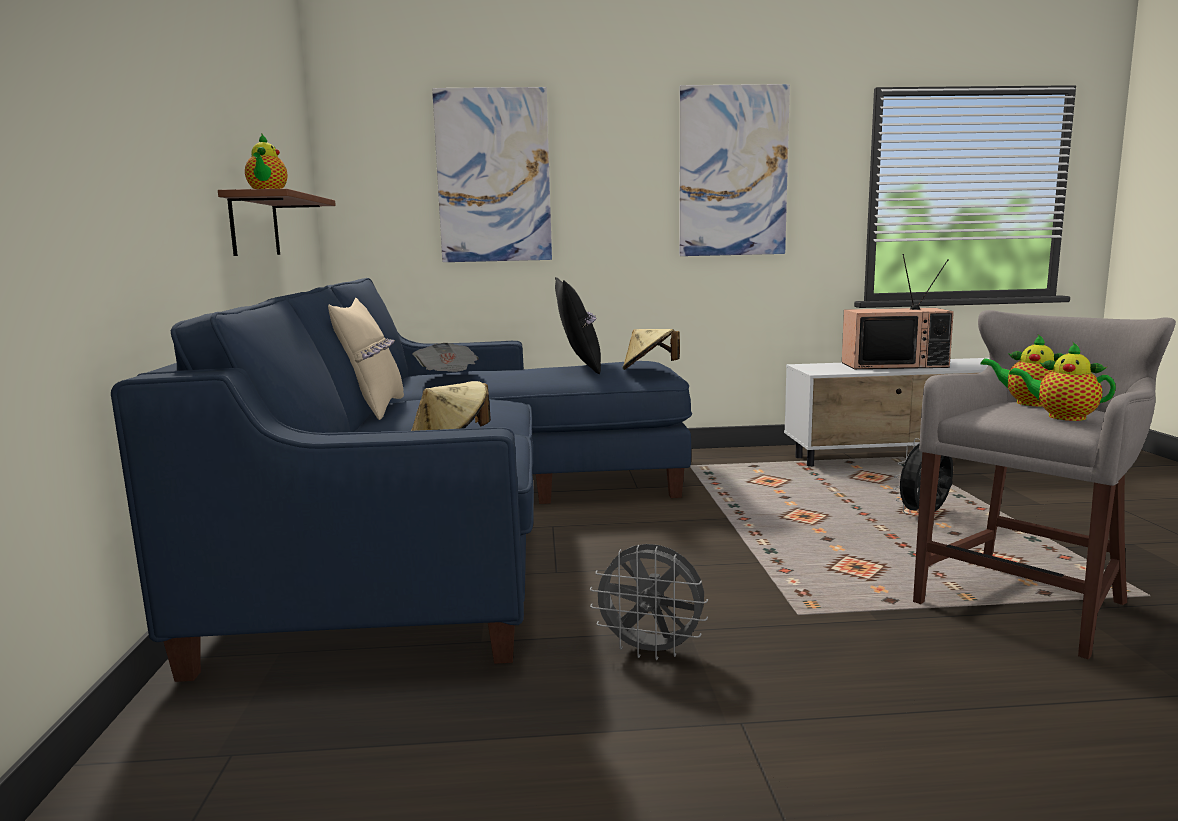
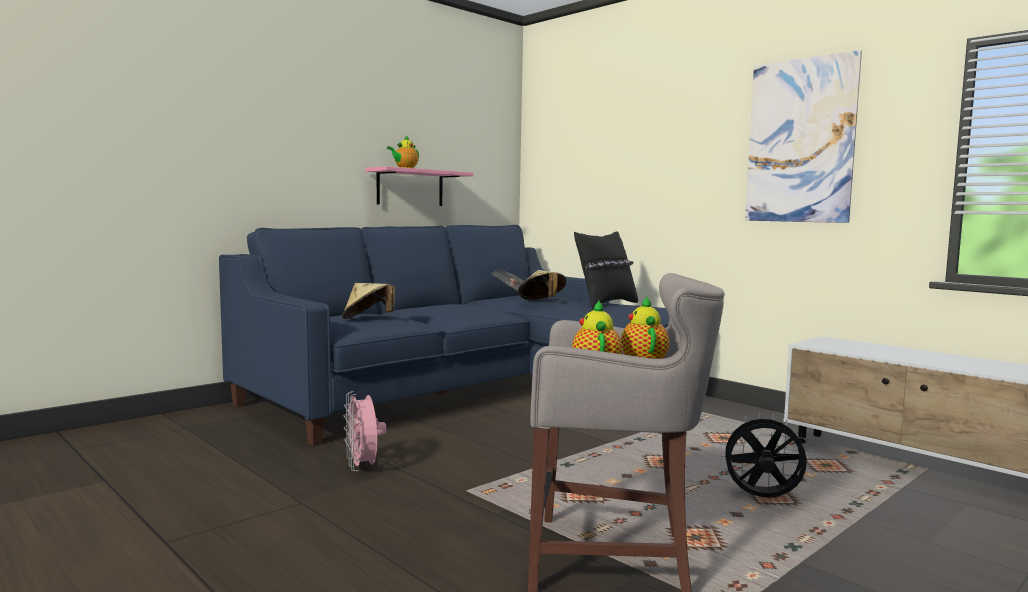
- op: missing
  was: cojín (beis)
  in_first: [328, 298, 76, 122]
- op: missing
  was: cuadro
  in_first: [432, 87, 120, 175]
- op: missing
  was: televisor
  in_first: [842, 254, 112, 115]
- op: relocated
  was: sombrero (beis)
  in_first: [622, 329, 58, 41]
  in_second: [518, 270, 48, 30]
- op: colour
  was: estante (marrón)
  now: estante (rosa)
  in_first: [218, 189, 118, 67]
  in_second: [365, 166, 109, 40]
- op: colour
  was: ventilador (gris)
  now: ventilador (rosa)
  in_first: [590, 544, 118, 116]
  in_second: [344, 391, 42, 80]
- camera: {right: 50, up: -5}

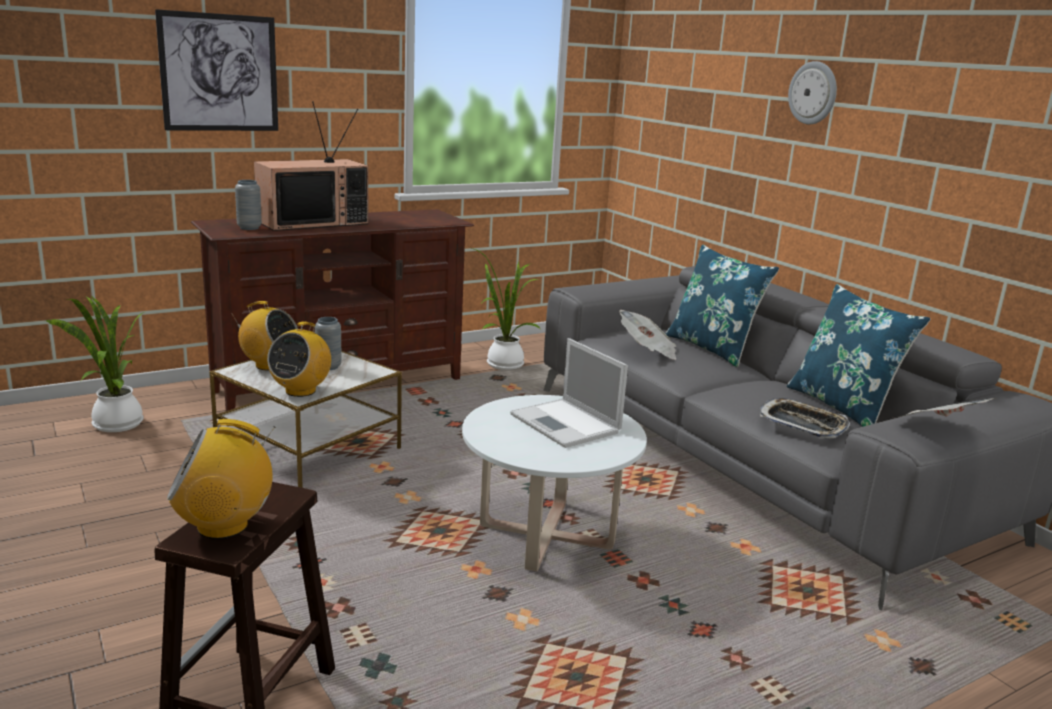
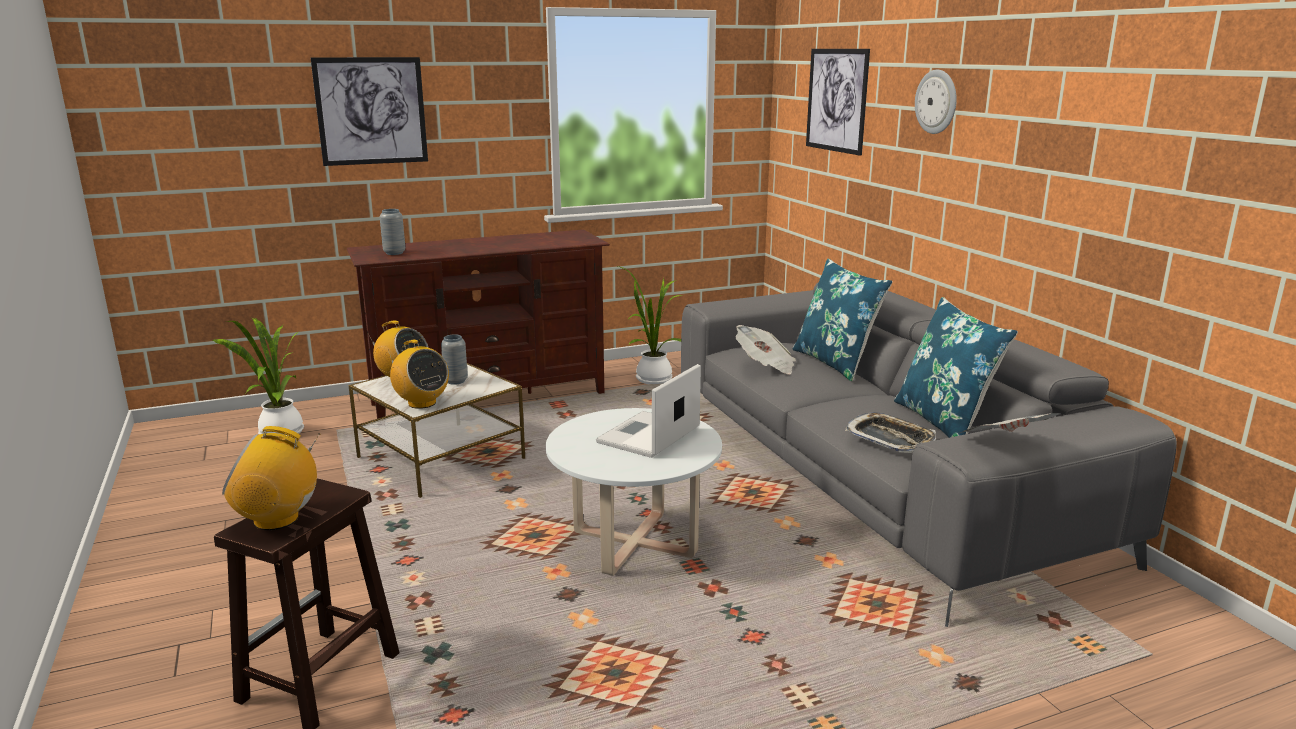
- op: missing
  was: televisor
  in_first: [254, 101, 114, 130]
- op: appeared
  now: cuadro
  in_second: [806, 49, 64, 107]
- op: spun
  was: radio
  in_first: [267, 321, 64, 76]
  in_second: [389, 340, 60, 69]
  clockwise: -75
- op: spun
  was: portátil
  in_first: [510, 338, 118, 110]
  in_second: [596, 364, 105, 94]
  clockwise: 60
- camera: {right: 10, up: 0}

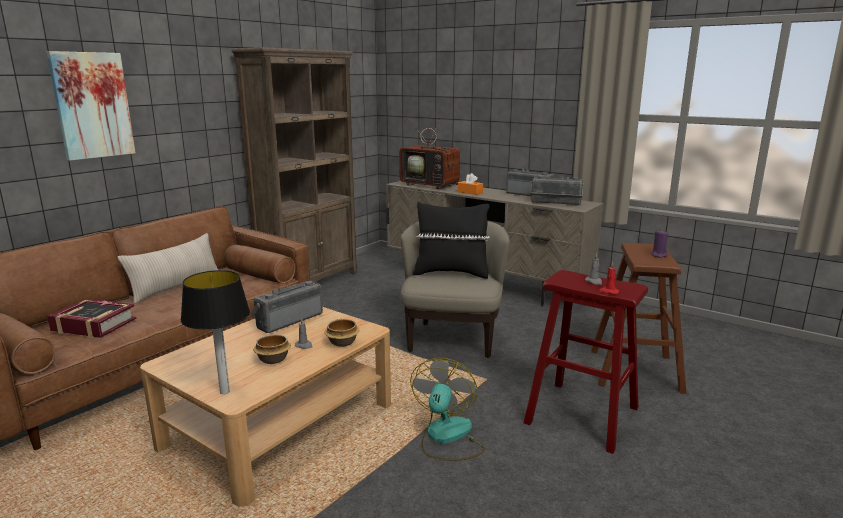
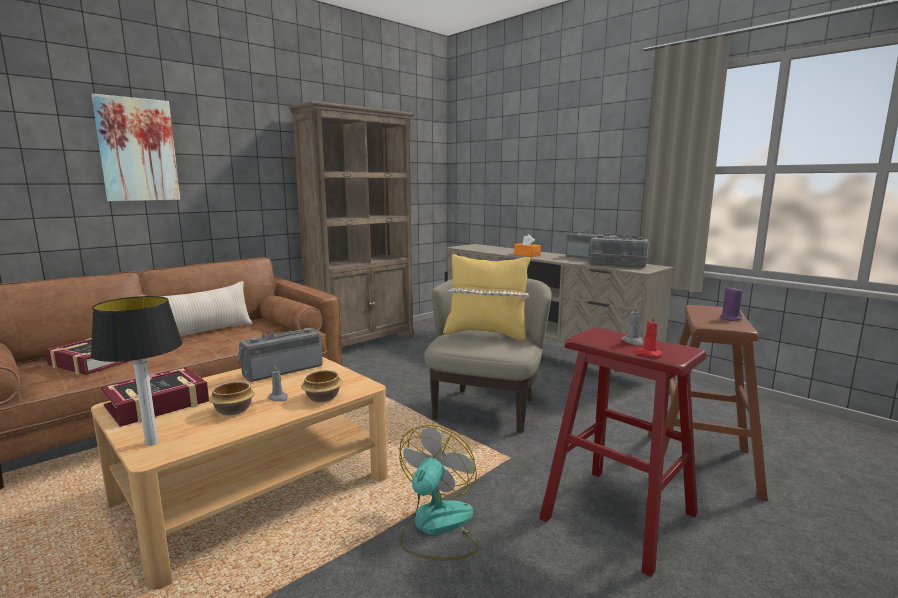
- op: missing
  was: televisor
  in_first: [399, 114, 61, 75]
- op: appeared
  now: libro
  in_second: [101, 367, 108, 60]
- op: colour
  was: cojín (negro)
  now: cojín (amarillo)
  in_first: [413, 202, 77, 77]
  in_second: [443, 254, 87, 87]
- camera: {right: 10, up: -5}

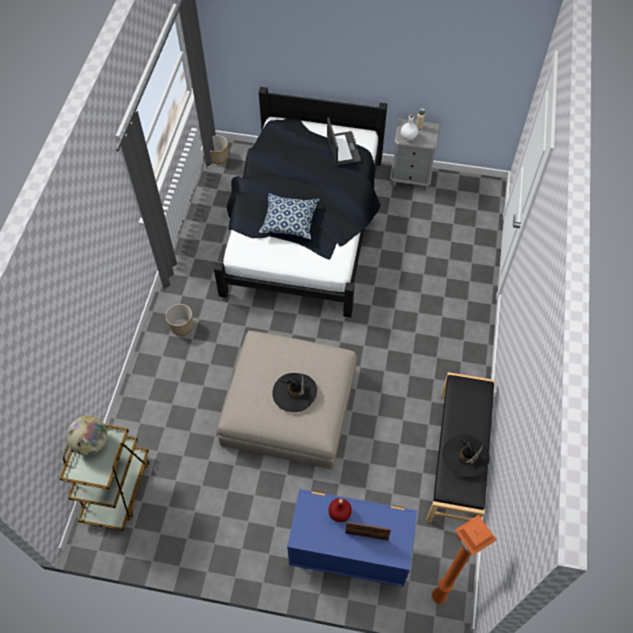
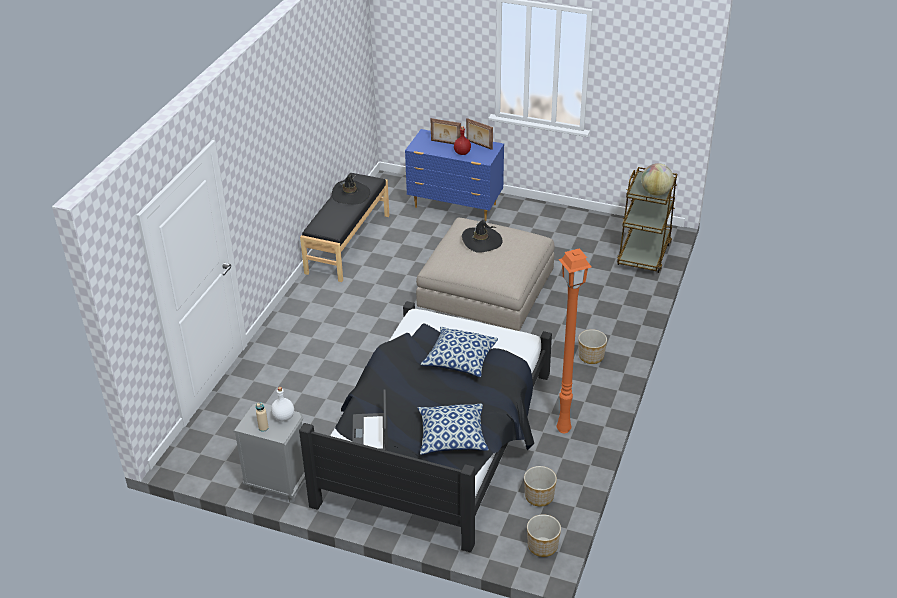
- op: appeared
  now: cojín
  in_second: [418, 404, 71, 51]
- op: appeared
  now: portarretratos
  in_second: [466, 118, 27, 32]
- op: appeared
  now: maceta
  in_second: [524, 466, 33, 40]
- op: relocated
  was: lámpara de pie (naranja)
  in_first: [432, 515, 65, 89]
  in_second: [556, 248, 36, 185]
- camera: {right: -170, up: -20}

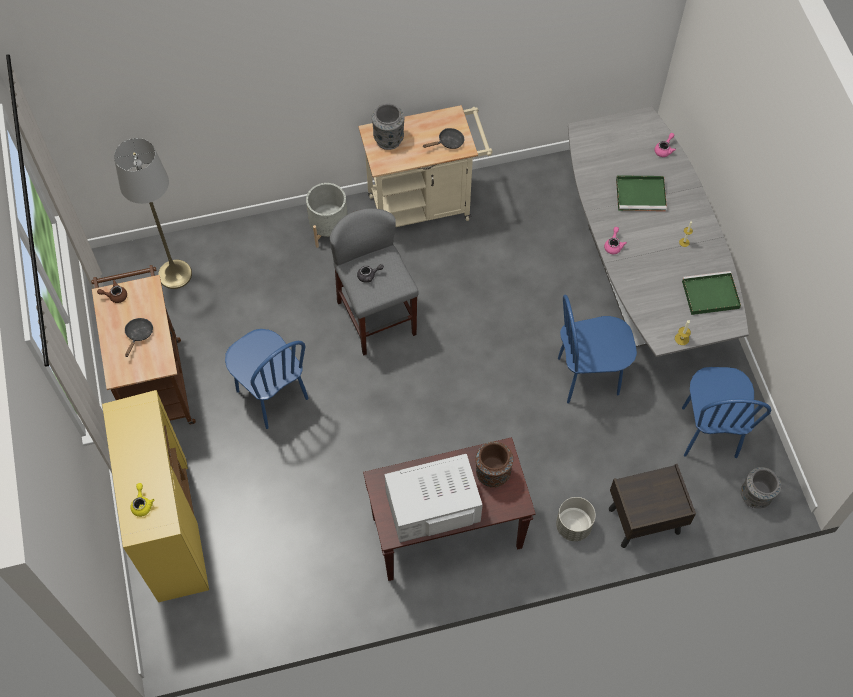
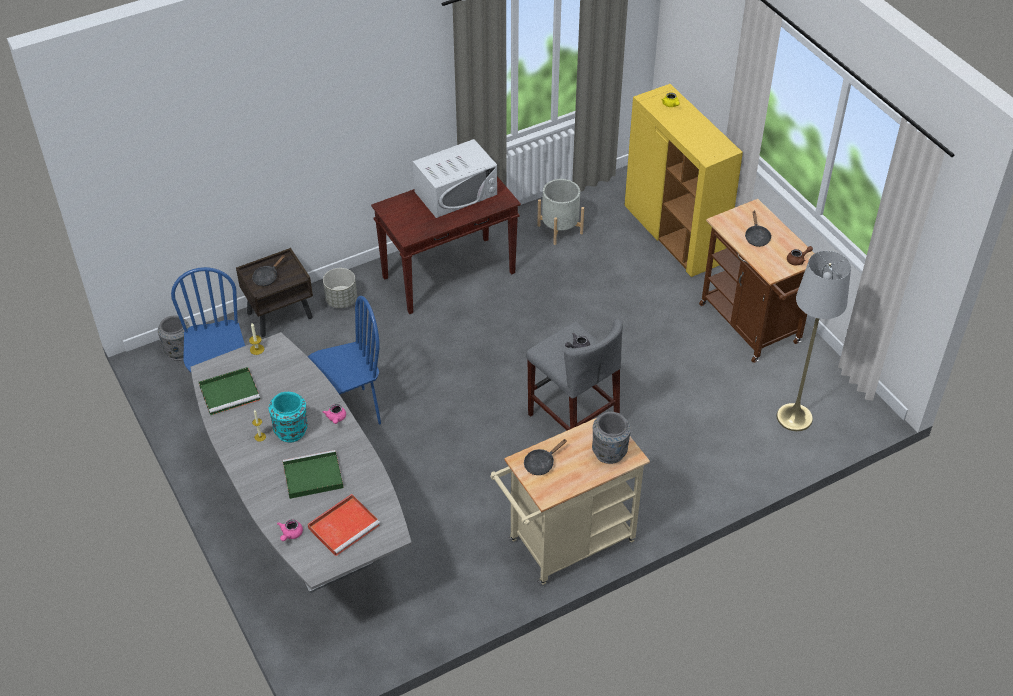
- op: missing
  was: silla (azul)
  in_first: [225, 329, 84, 100]
- op: missing
  was: florero (marrón)
  in_first: [475, 442, 38, 46]
- op: appeared
  now: sartén (negro)
  in_second: [252, 255, 33, 31]
- op: appeared
  now: florero (turquesa)
  in_second: [269, 392, 39, 51]
- op: appeared
  now: bandeja (rojo)
  in_second: [308, 494, 72, 62]
- op: relocated
  was: maceta (gris)
  in_first: [306, 183, 41, 65]
  in_second: [537, 179, 47, 66]
- camera: {right: 165, up: -15}

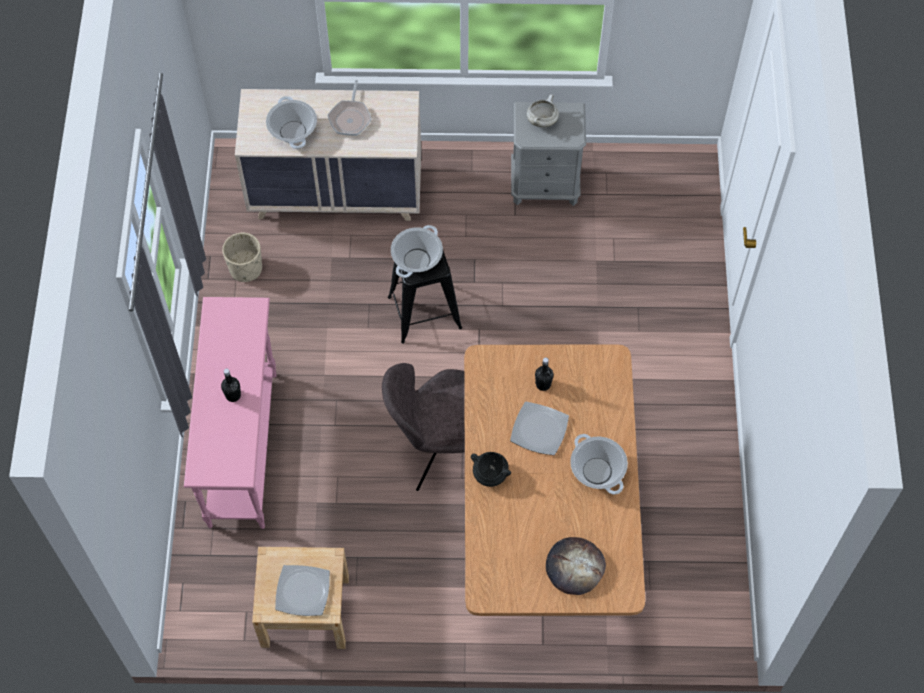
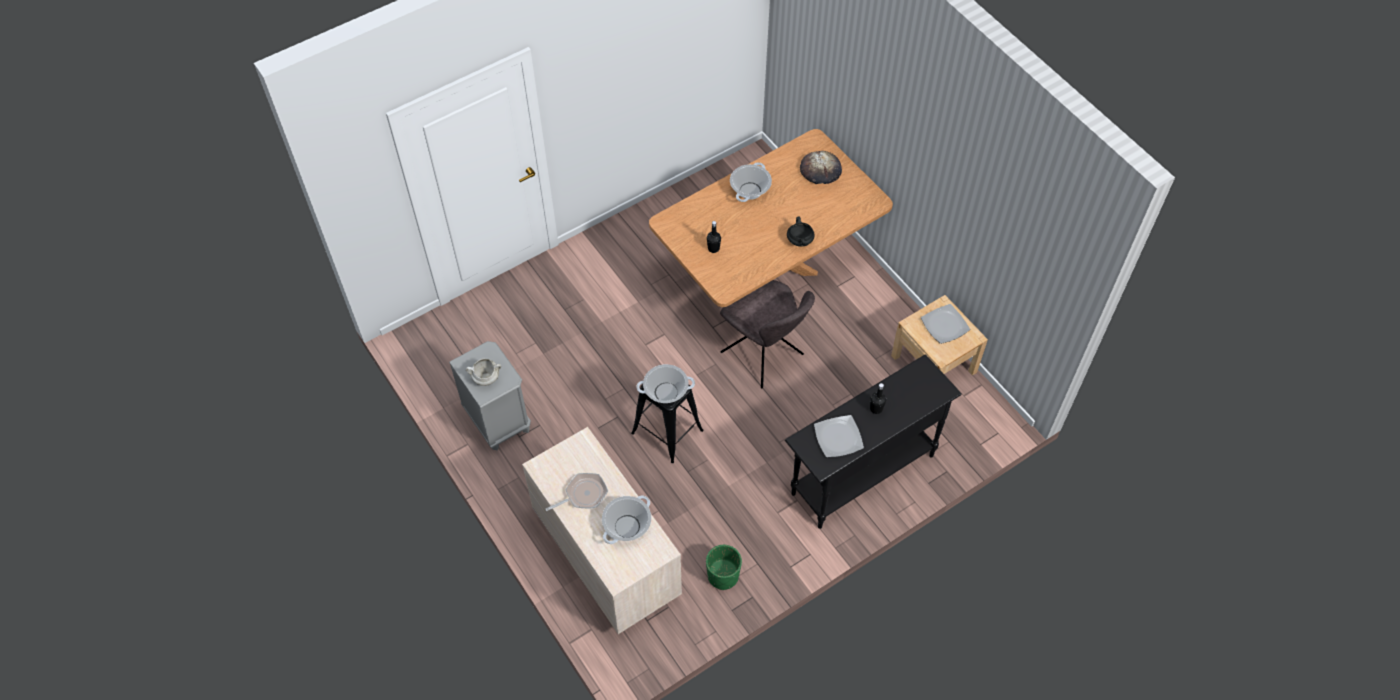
- op: relocated
  was: plato
  in_first: [510, 402, 59, 53]
  in_second: [814, 415, 50, 42]
- op: colour
  was: mesa consola (rosa)
  now: mesa consola (negro)
  in_first: [184, 297, 93, 232]
  in_second: [785, 354, 177, 175]
- op: colour
  was: maceta (beis)
  now: maceta (verde)
  in_first: [222, 233, 40, 49]
  in_second: [706, 545, 36, 45]
- camera: {right: -125, up: -5}

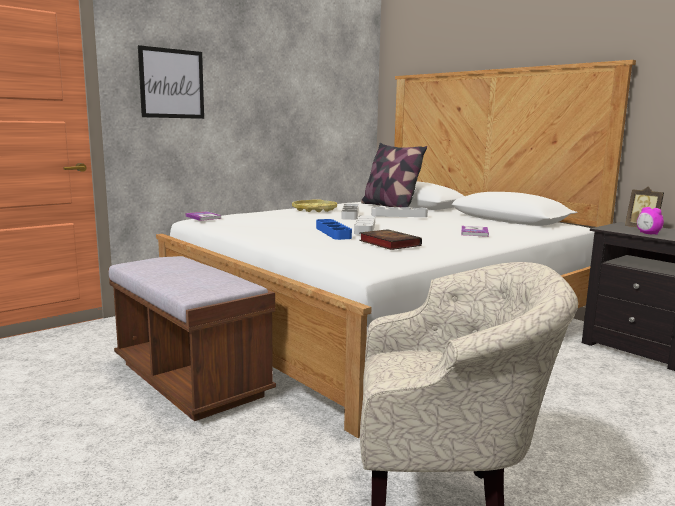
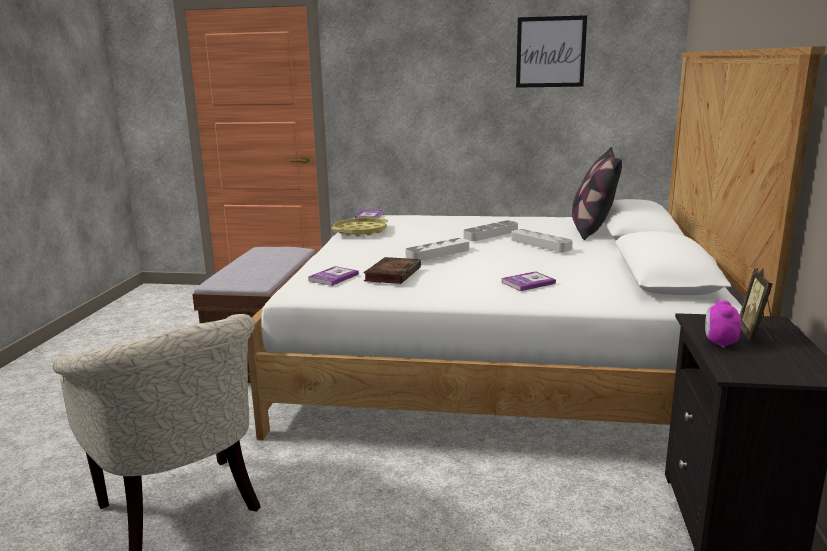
- op: missing
  was: bandeja (azul)
  in_first: [316, 219, 36, 21]
- op: appeared
  now: libro
  in_second: [308, 266, 51, 20]
- op: relocated
  was: cuadro
  in_first: [138, 45, 66, 74]
  in_second: [516, 15, 71, 73]
- op: relocated
  was: bandeja (amarillo)
  in_first: [292, 199, 45, 13]
  in_second: [332, 218, 56, 19]
- camera: {right: 50, up: 5}

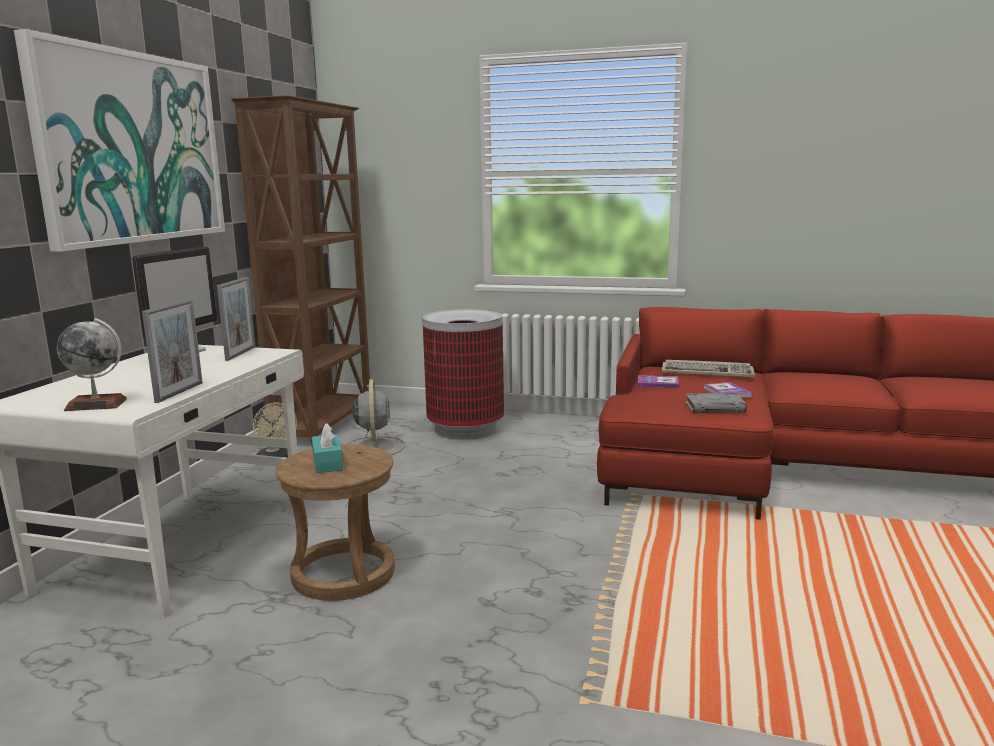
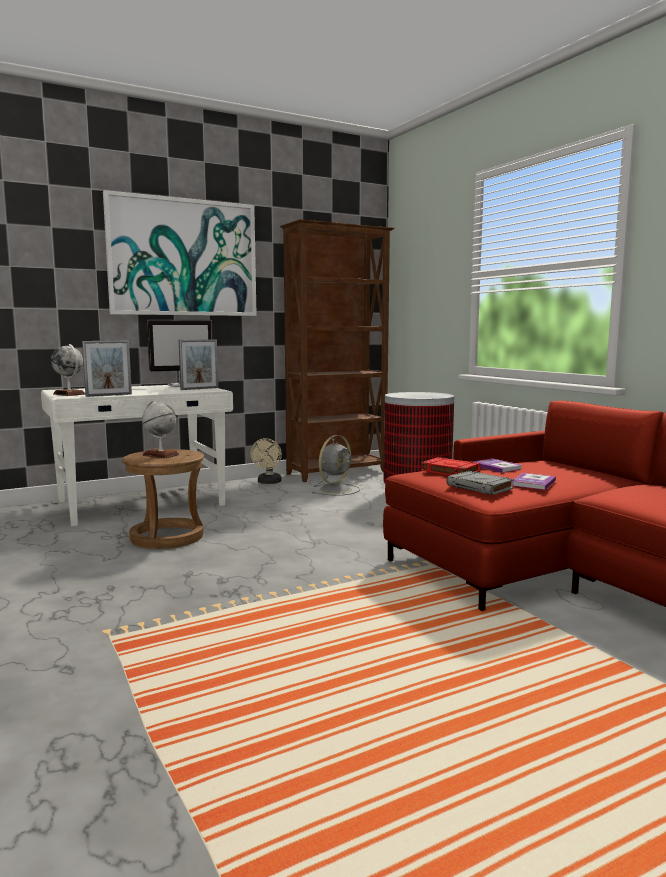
- op: missing
  was: teclado
  in_first: [662, 360, 93, 17]
- op: appeared
  now: libro (rojo)
  in_second: [421, 457, 60, 18]
- op: exchanged
  was: caja de pañuelos (turquesa)
  now: globo terráqueo
  in_first: [312, 423, 31, 50]
  in_second: [142, 400, 38, 58]
- camera: {right: 45, up: -5}

